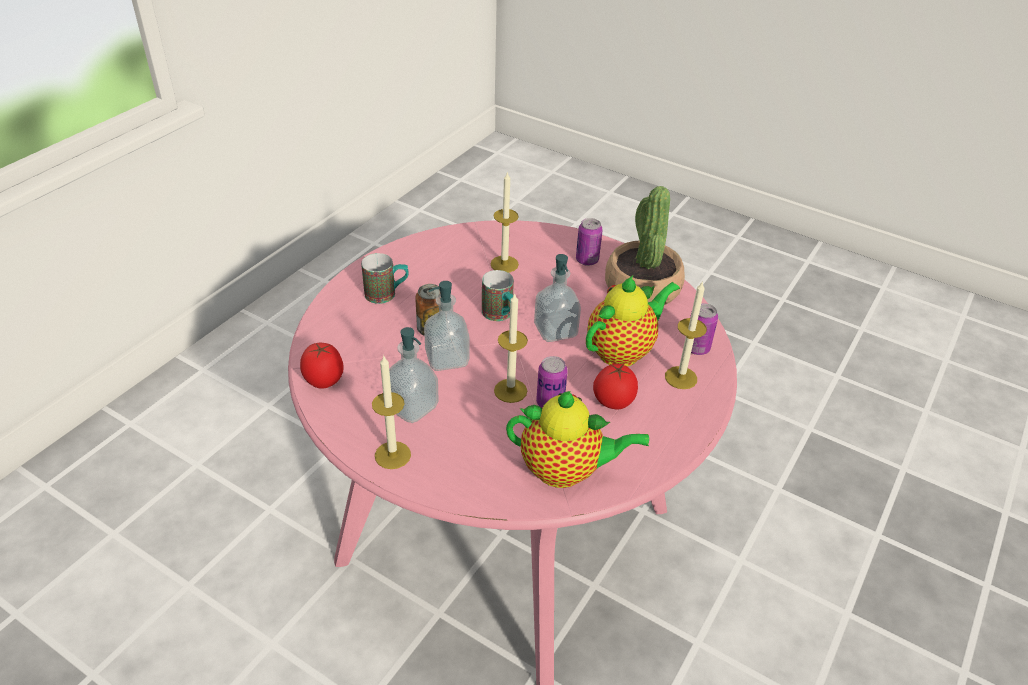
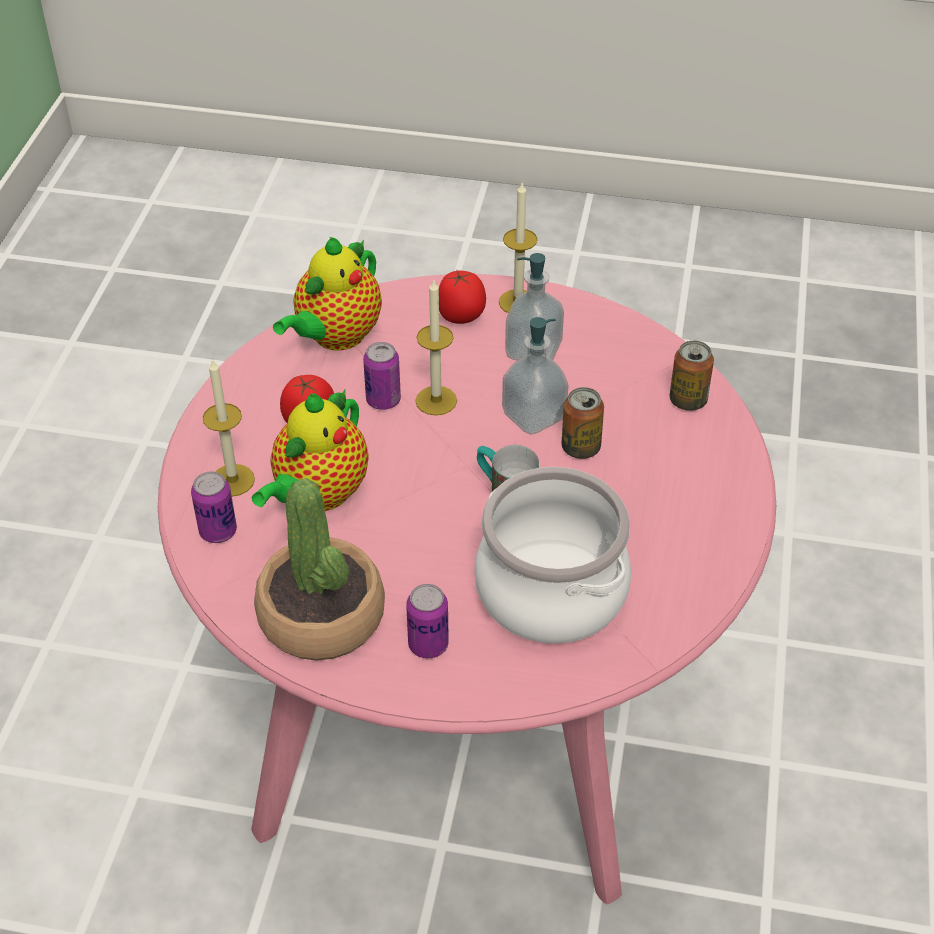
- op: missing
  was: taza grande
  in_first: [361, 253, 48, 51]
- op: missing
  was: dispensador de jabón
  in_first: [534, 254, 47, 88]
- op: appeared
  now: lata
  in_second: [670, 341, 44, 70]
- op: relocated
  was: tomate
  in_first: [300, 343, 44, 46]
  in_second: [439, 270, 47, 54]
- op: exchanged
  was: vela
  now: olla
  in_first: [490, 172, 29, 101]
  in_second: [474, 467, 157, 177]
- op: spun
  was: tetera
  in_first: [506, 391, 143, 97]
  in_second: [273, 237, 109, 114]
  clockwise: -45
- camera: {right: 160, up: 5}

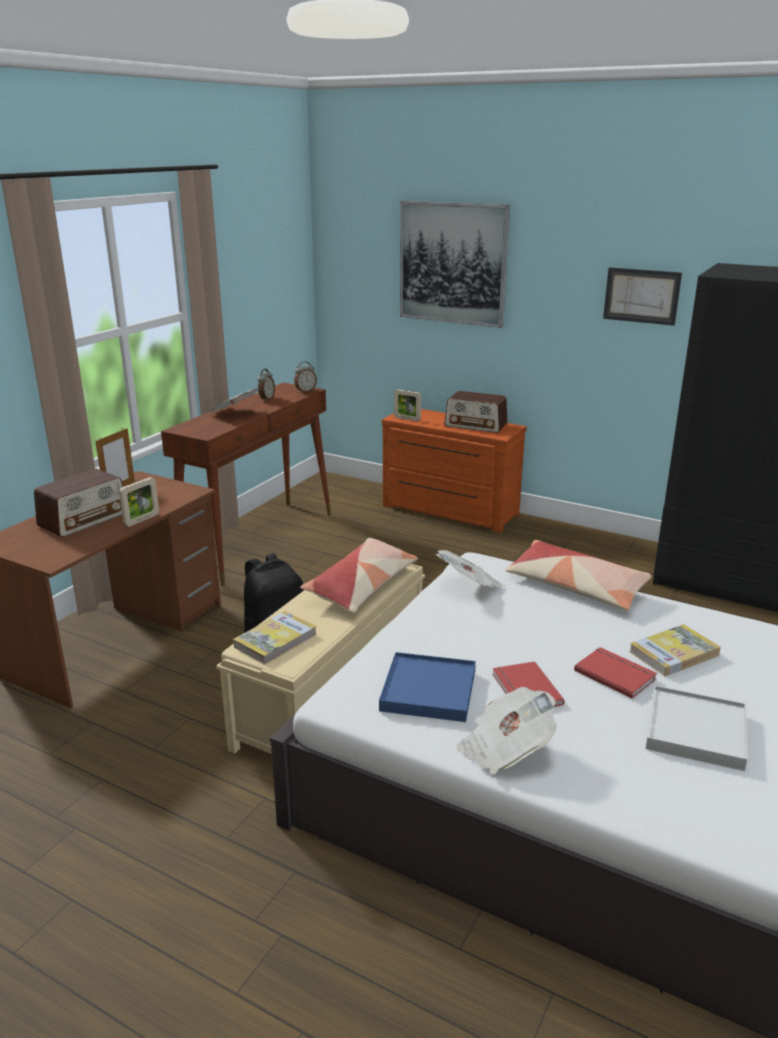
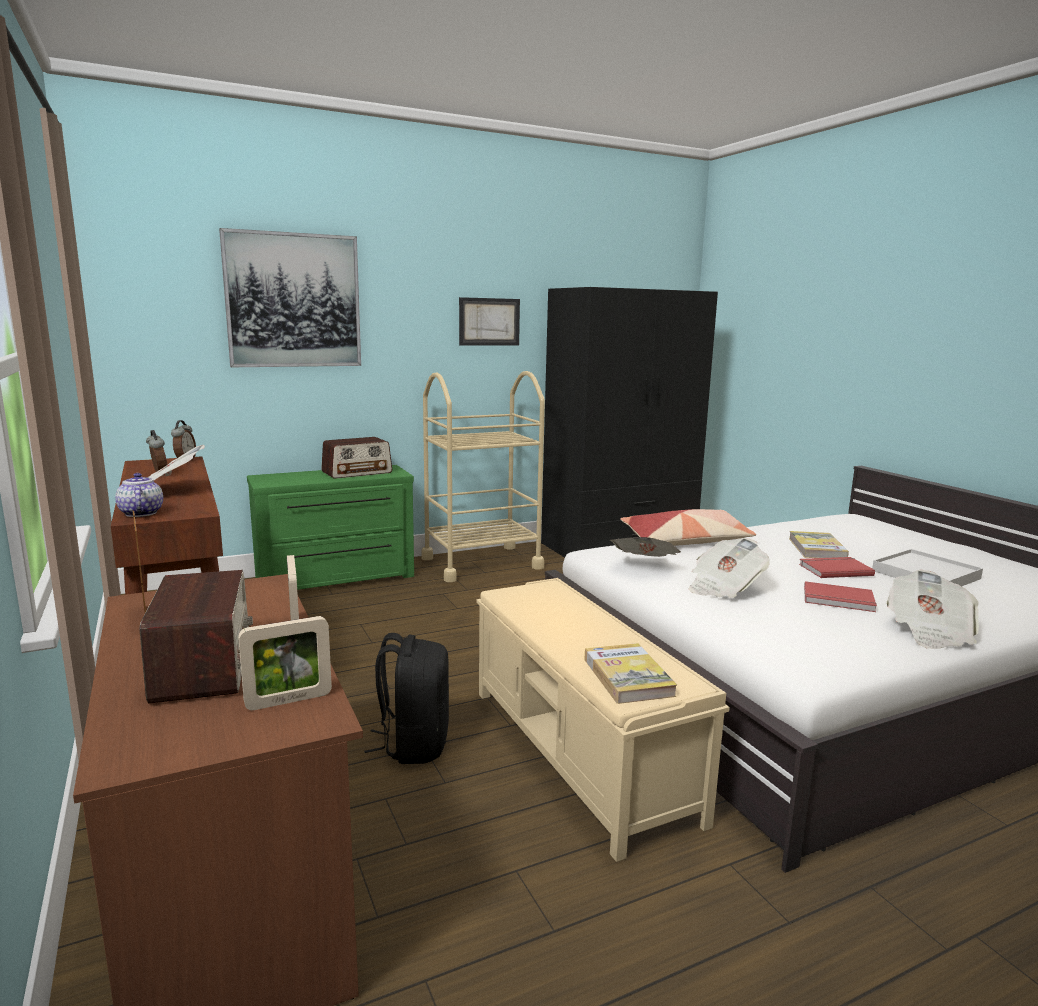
- op: missing
  was: cojín
  in_first: [300, 538, 118, 75]
- op: missing
  was: bandeja (azul)
  in_first: [379, 652, 97, 70]
- op: appeared
  now: tetera
  in_second: [115, 473, 48, 44]
- op: appeared
  now: carrito (beis)
  in_second: [421, 371, 124, 211]
- op: appeared
  now: periódico
  in_second: [688, 538, 82, 60]
- op: relocated
  was: portarretratos
  in_first: [394, 389, 27, 32]
  in_second: [238, 616, 94, 94]
- op: colour
  was: cómoda (marrón)
  now: cómoda (verde)
  in_first: [382, 409, 144, 124]
  in_second: [247, 465, 167, 125]
- camera: {right: -55, up: -10}

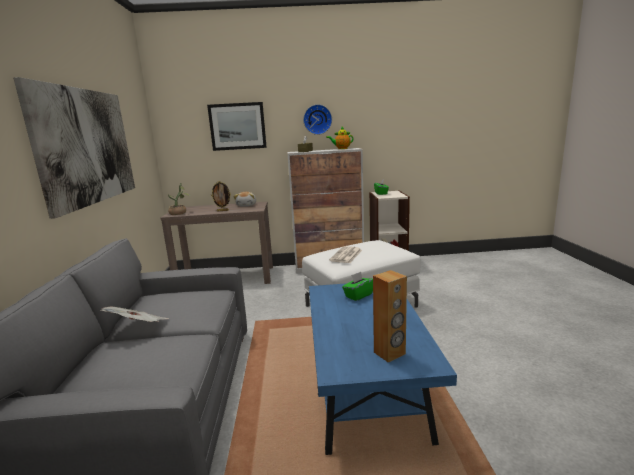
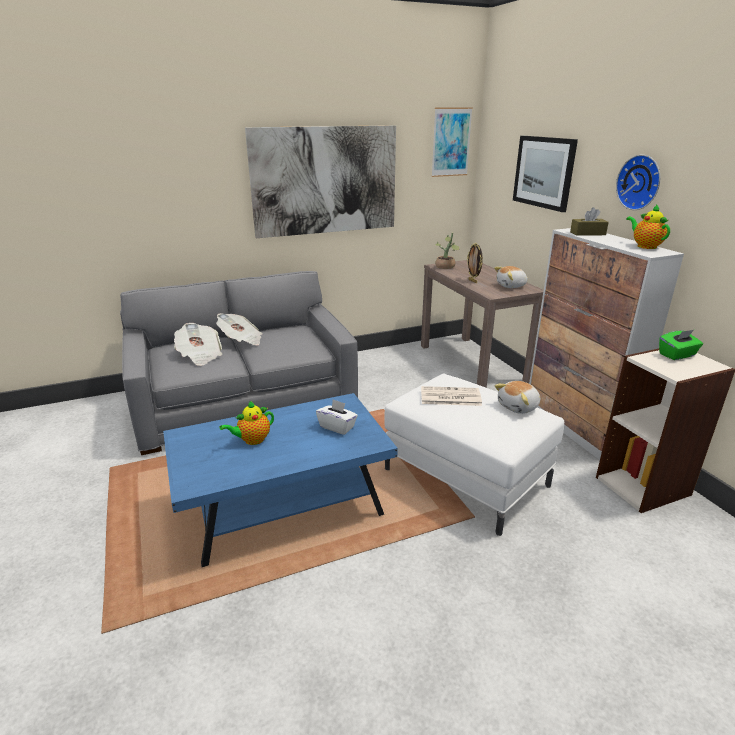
- op: missing
  was: altavoz (marrón)
  in_first: [373, 270, 34, 93]
- op: appeared
  now: periódico
  in_second: [174, 323, 48, 43]
- op: appeared
  now: tetera
  in_second: [220, 401, 54, 44]
- op: appeared
  now: cuadro
  in_second: [431, 107, 42, 70]
- op: appeared
  now: peluche
  in_second: [494, 381, 46, 33]
- op: colour
  was: caja de pañuelos (verde)
  now: caja de pañuelos (blanco)
  in_first: [342, 272, 31, 29]
  in_second: [316, 399, 42, 36]
- camera: {right: 70, up: 10}

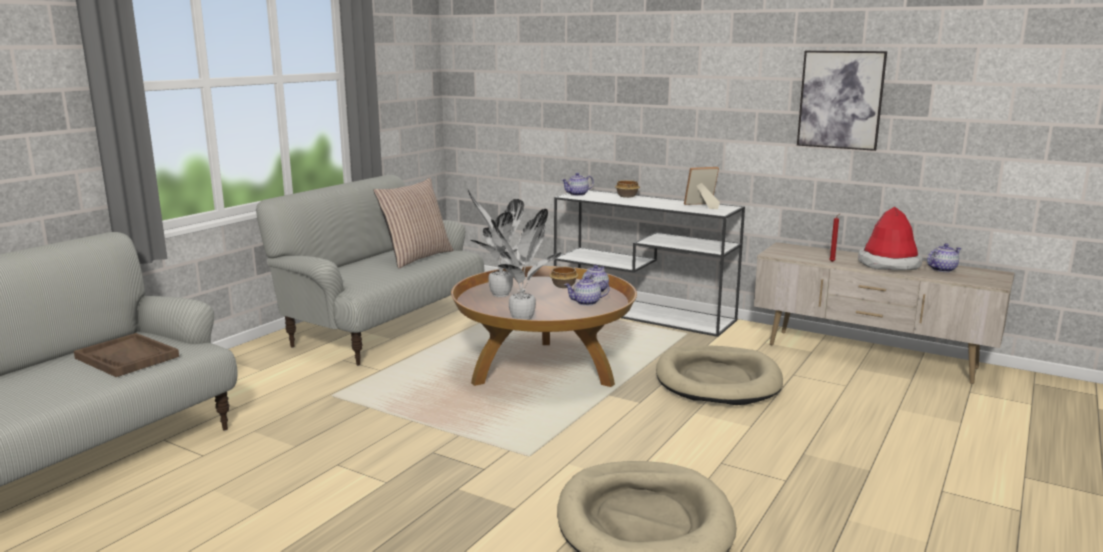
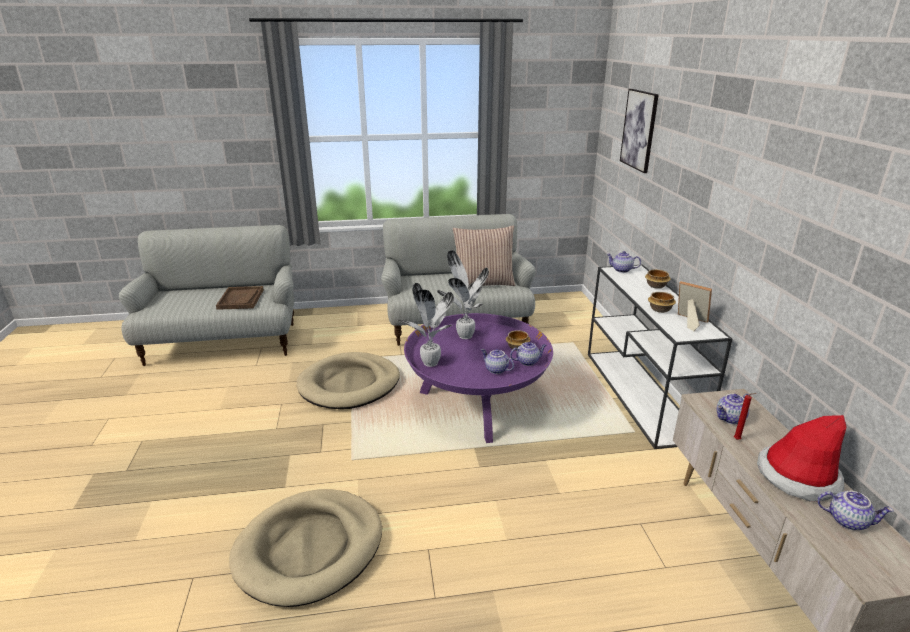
- op: appeared
  now: cuenco
  in_second: [648, 292, 28, 21]
- op: appeared
  now: tetera
  in_second: [717, 394, 32, 30]
- op: relocated
  was: cama para perro (beis)
  in_first: [656, 345, 127, 60]
  in_second: [297, 352, 103, 57]
- op: relocated
  was: cuadro
  in_first: [797, 51, 90, 100]
  in_second: [620, 89, 39, 84]
- op: colour
  was: mesa de centro (marrón)
  now: mesa de centro (morado)
  in_first: [451, 266, 186, 121]
  in_second: [404, 313, 149, 130]
- camera: {right: 50, up: 10}

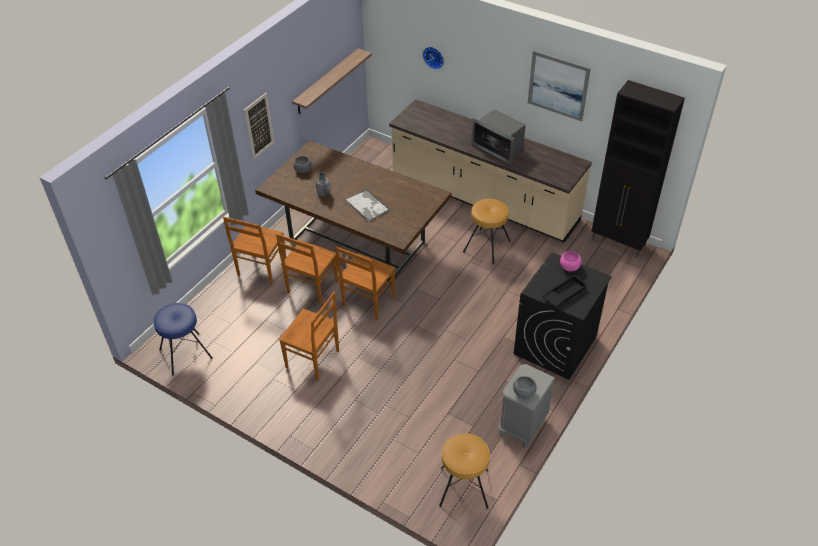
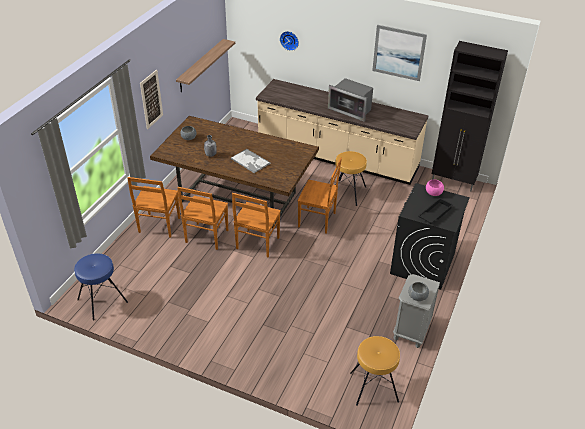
- op: relocated
  was: silla (marrón)
  in_first: [279, 291, 60, 90]
  in_second: [298, 158, 44, 76]
- camera: {right: -10, up: -5}

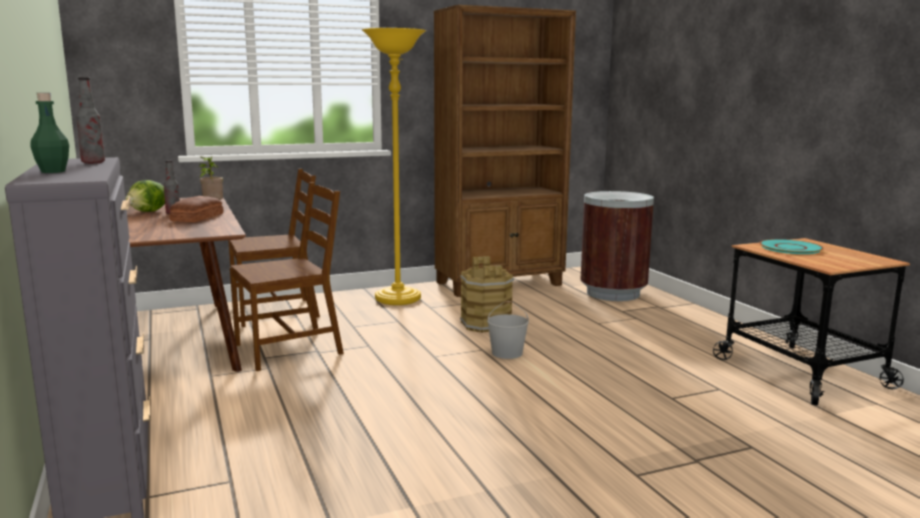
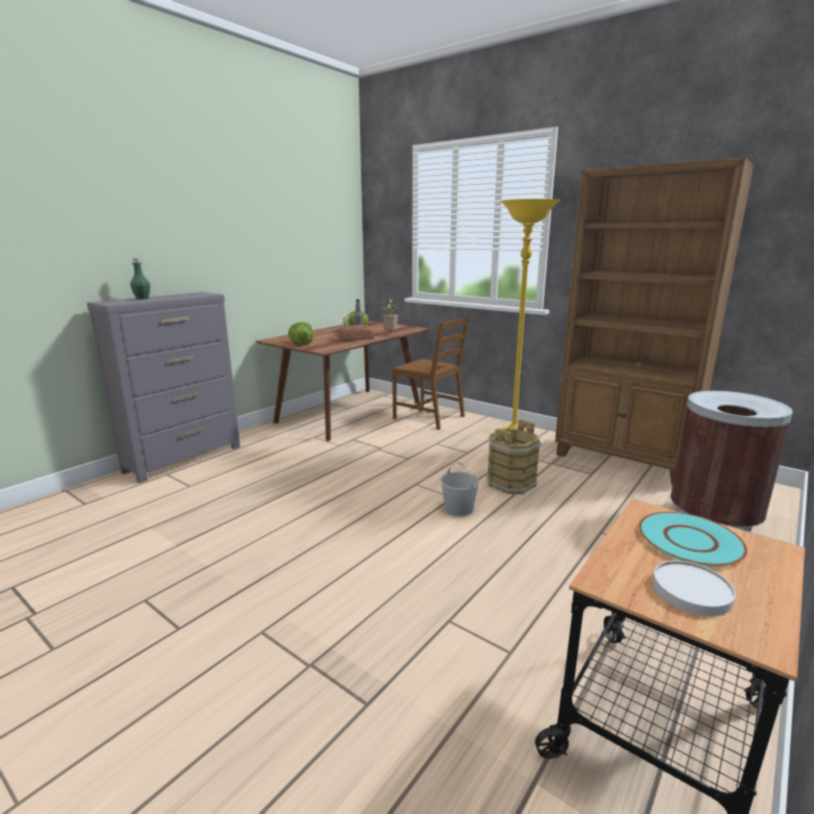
- op: missing
  was: botella
  in_first: [76, 77, 29, 87]
- op: missing
  was: silla (marrón)
  in_first: [230, 182, 114, 189]
- op: appeared
  now: lechuga
  in_second: [288, 322, 25, 23]
- op: appeared
  now: plato (blanco)
  in_second: [653, 561, 82, 55]
- camera: {right: 60, up: 5}

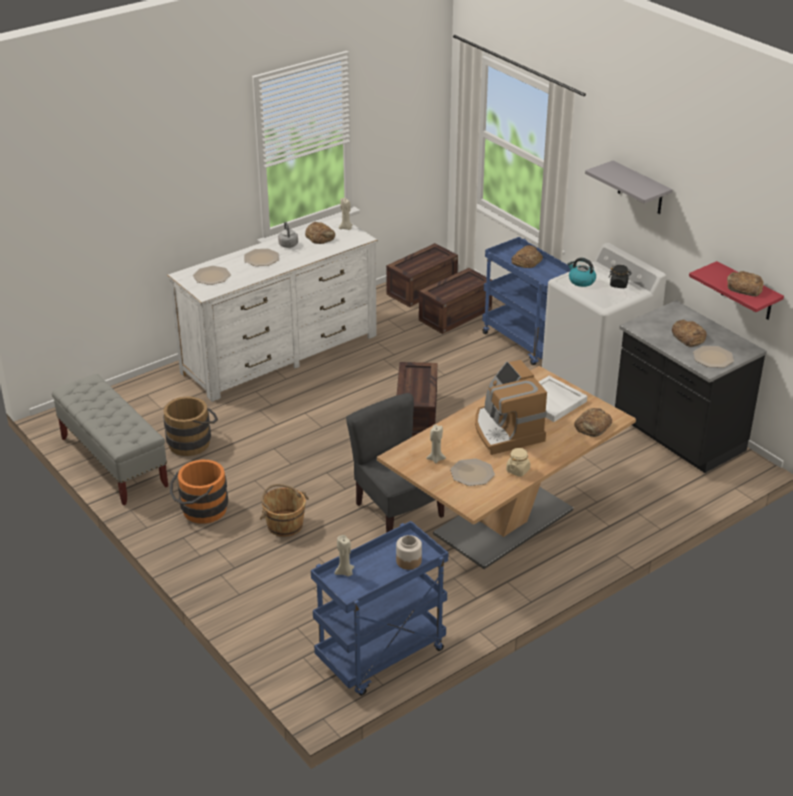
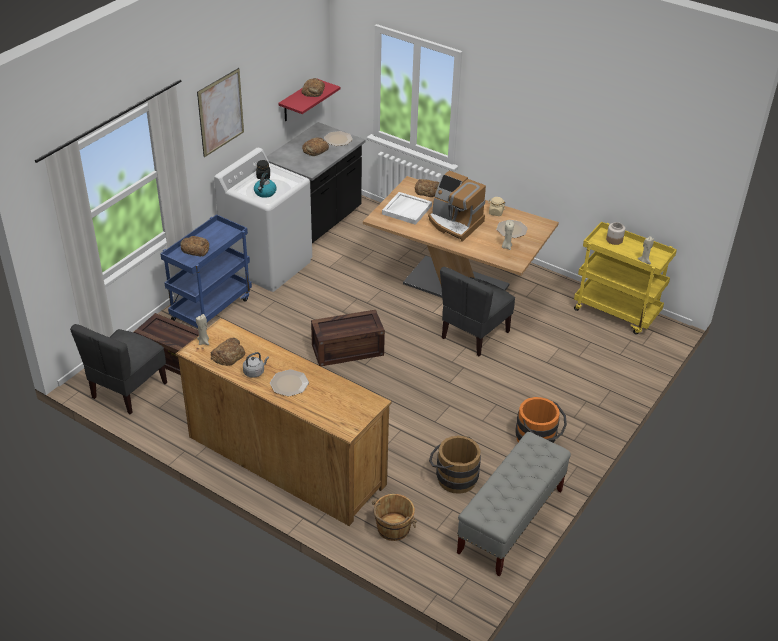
- op: missing
  was: plato
  in_first: [193, 266, 38, 19]
- op: relocated
  was: cubo (marrón)
  in_first: [260, 484, 49, 53]
  in_second: [372, 494, 45, 47]
- op: exchanged
  was: caja de embalaje
  now: silla (gris)
  in_first: [386, 243, 72, 64]
  in_second: [70, 324, 97, 91]
- op: exchanged
  was: estante (gris)
  now: cuadro
  in_first: [585, 161, 87, 53]
  in_second: [197, 68, 47, 89]
- op: colour
  was: cómoda (blanco)
  now: cómoda (marrón)
  in_first: [167, 216, 211, 186]
  in_second: [176, 318, 216, 208]
- op: colour
  was: carrito (azul)
  now: carrito (amarillo)
  in_first: [311, 521, 137, 175]
  in_second: [574, 222, 103, 113]
- op: spun
  was: cafetera
  in_first: [475, 360, 72, 95]
  in_second: [428, 170, 58, 72]
  clockwise: 75
- camera: {right: -110, up: 5}

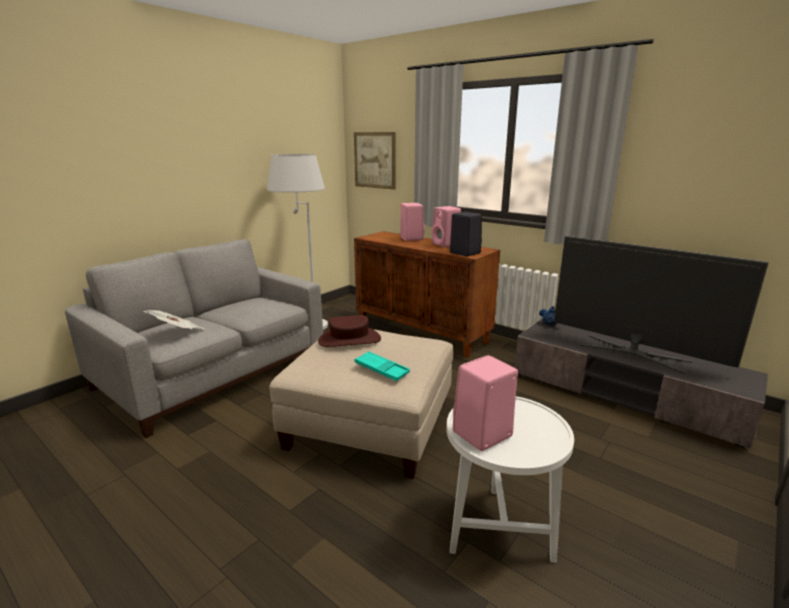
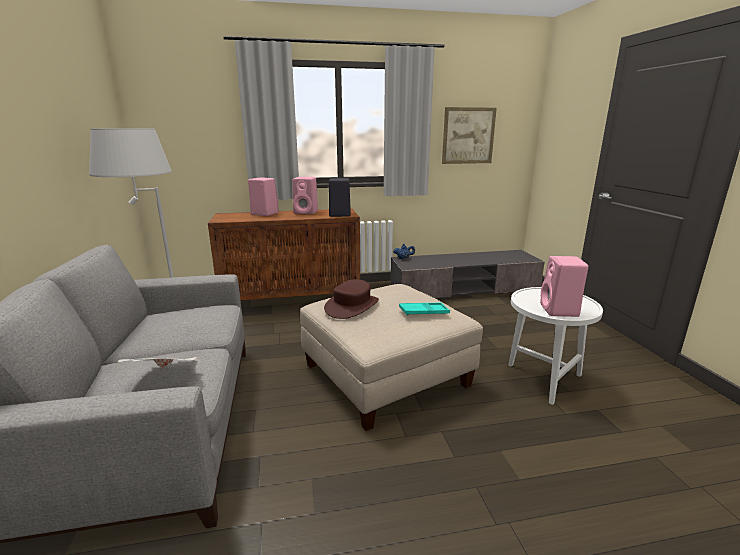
- op: missing
  was: televisor
  in_first: [554, 236, 215, 138]
- op: relocated
  was: cuadro
  in_first: [354, 132, 42, 58]
  in_second: [442, 107, 55, 57]
- camera: {right: -50, up: 0}

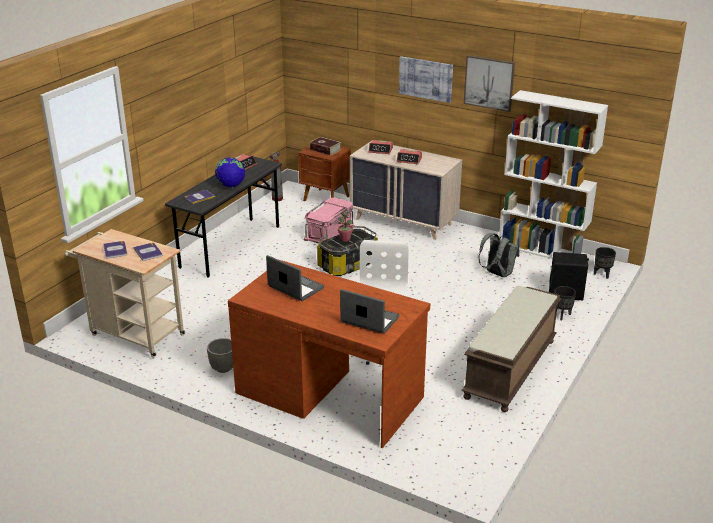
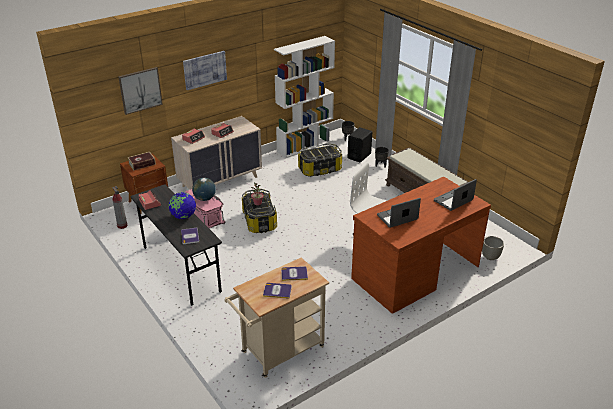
- op: appeared
  now: globo terráqueo
  in_second: [192, 178, 24, 23]
- op: relocated
  was: maceta (gris)
  in_first: [207, 338, 26, 35]
  in_second: [482, 236, 22, 24]
- op: relocated
  was: cuadro
  in_first: [464, 55, 51, 57]
  in_second: [118, 67, 45, 48]
- op: exchanged
  was: mochila (gris)
  now: caja de almacenaje
  in_first: [478, 233, 42, 44]
  in_second: [298, 143, 44, 34]
- camera: {right: -65, up: 5}

